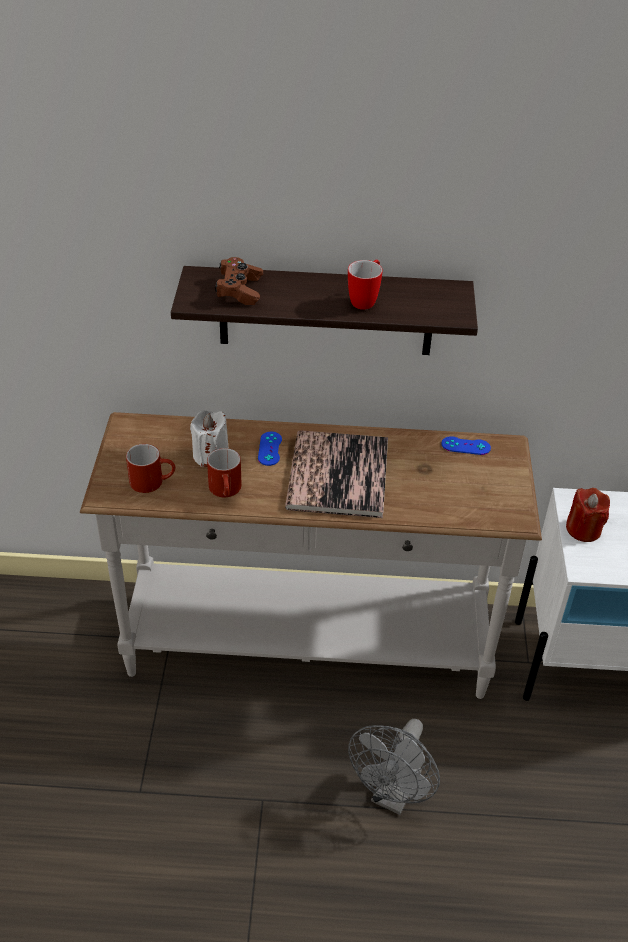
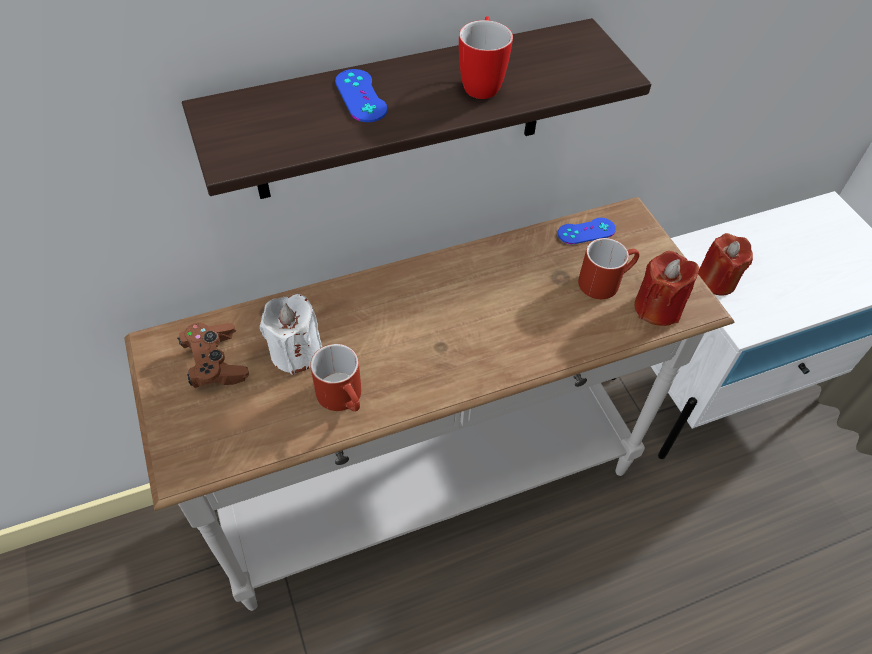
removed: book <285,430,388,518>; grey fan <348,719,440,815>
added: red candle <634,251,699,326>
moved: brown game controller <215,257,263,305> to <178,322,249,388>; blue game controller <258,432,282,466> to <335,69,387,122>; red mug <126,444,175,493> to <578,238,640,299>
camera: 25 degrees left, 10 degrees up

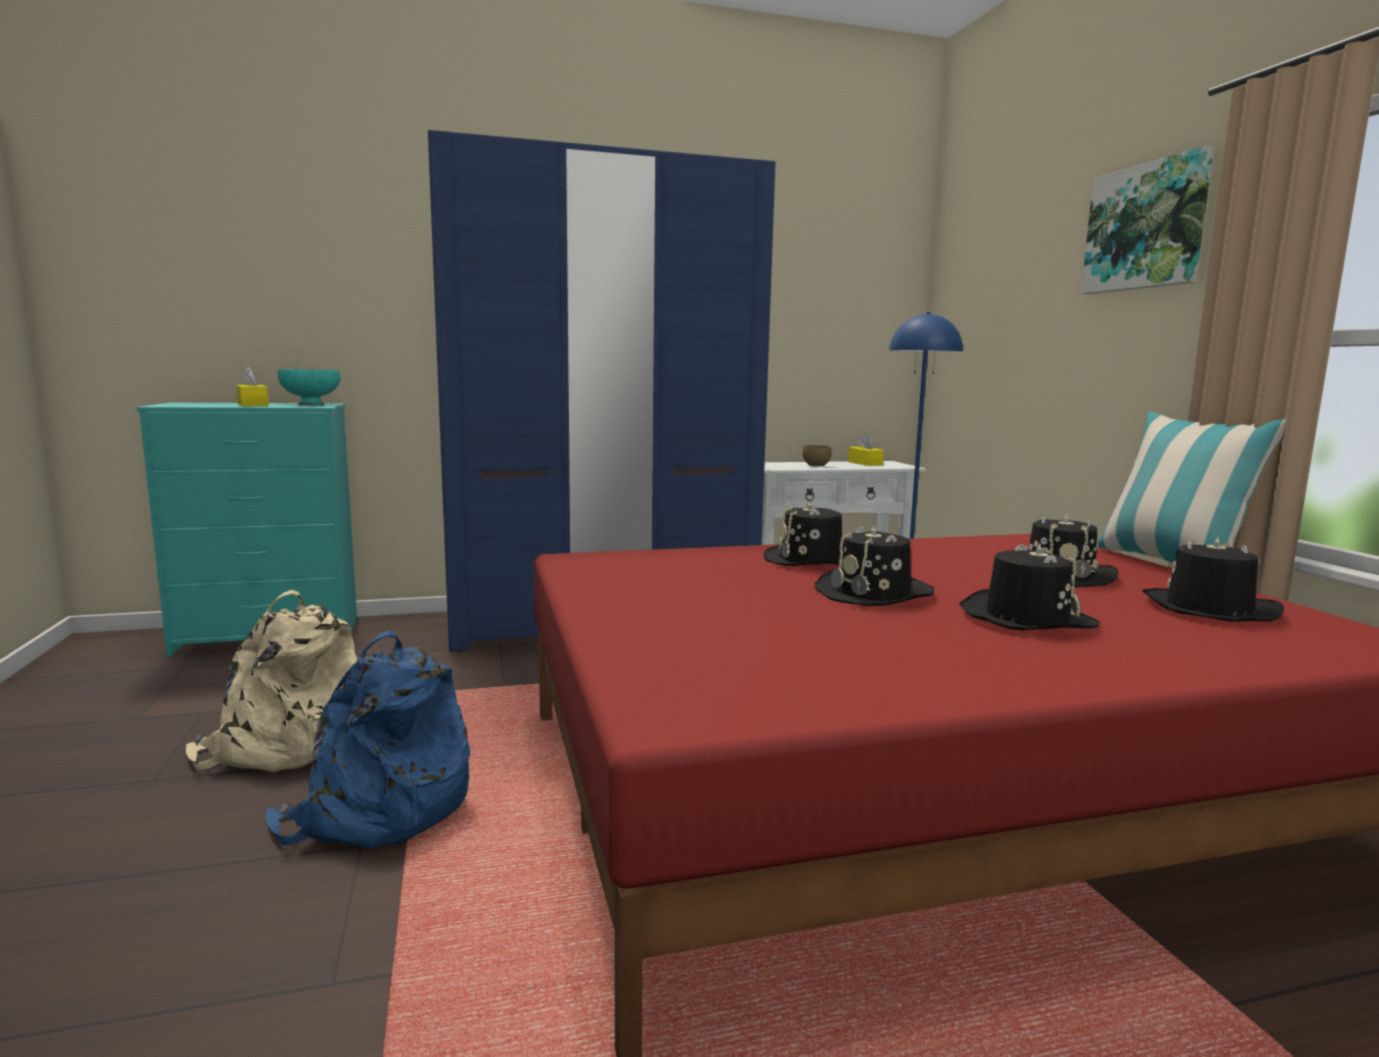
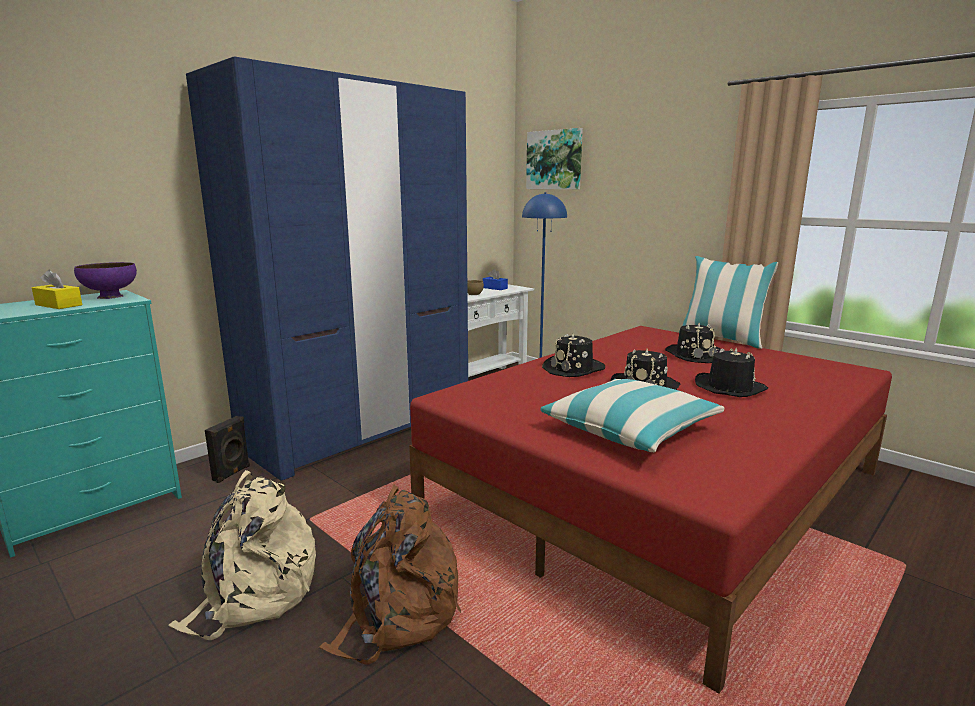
removed: black hat <1142,537,1284,622>
added: black speaker <205,416,250,483>; pillow <540,379,724,452>
moved: picture <1081,146,1214,294> to <526,128,583,189>
recoloured: turquoise bowl <278,369,340,405> to purple bowl <74,262,137,299>; blue backpack <264,630,470,849> to brown backpack <319,484,461,664>; yellow tissue box <848,434,884,466> to blue tissue box <483,269,508,290>
camera: 30 degrees left, 5 degrees up

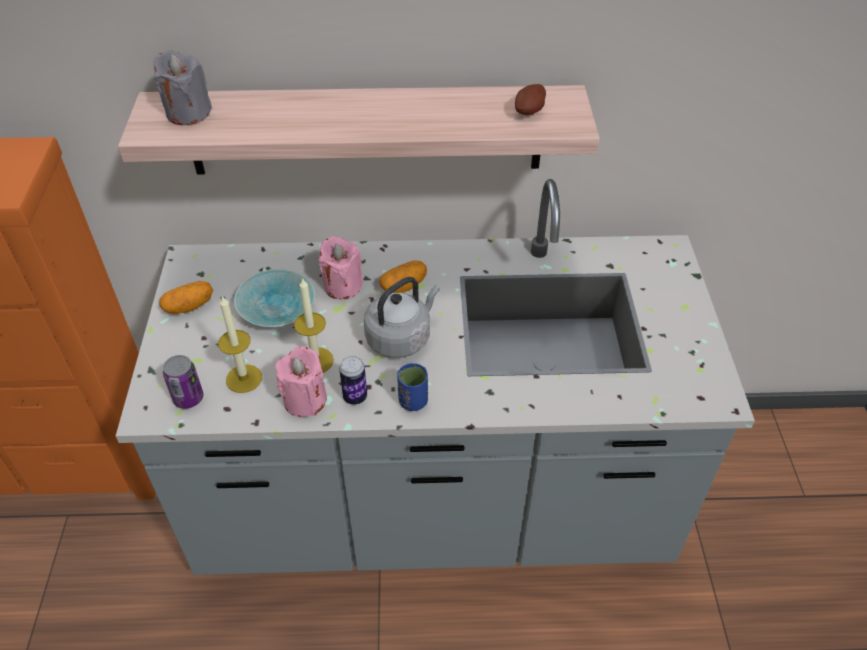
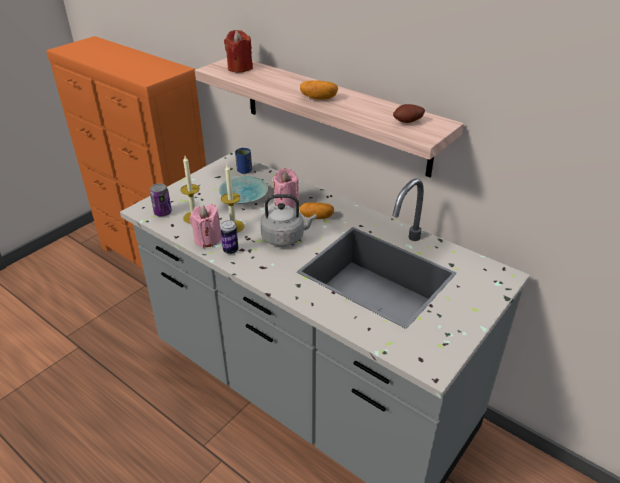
moved: blue cup <397,363,428,411> to <235,148,252,174>; potato <159,281,213,314> to <300,81,338,100>
recoloured: grey candle <154,50,212,125> to red candle <224,30,253,73>
camera: 40 degrees right, 10 degrees down

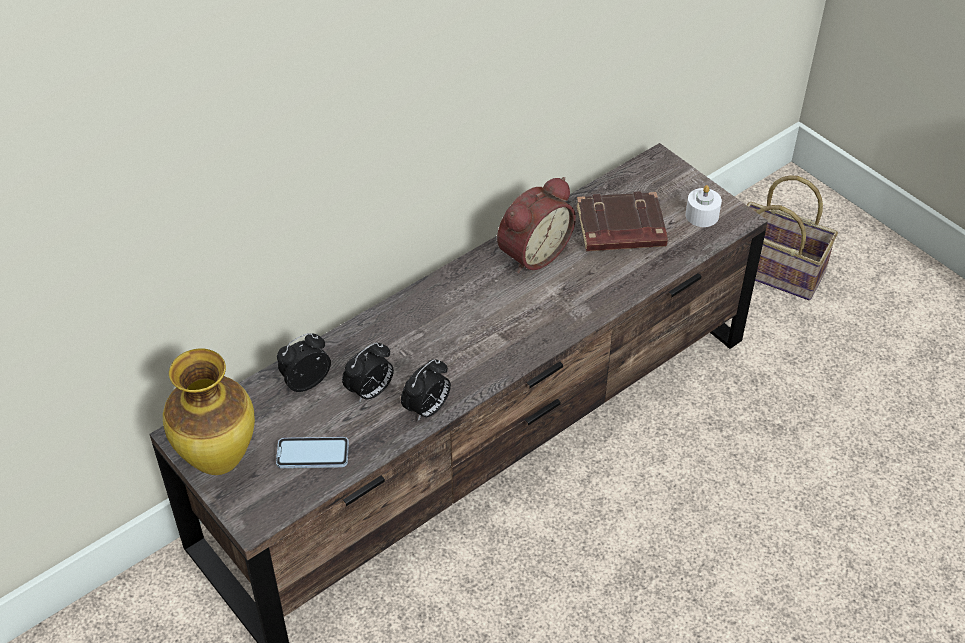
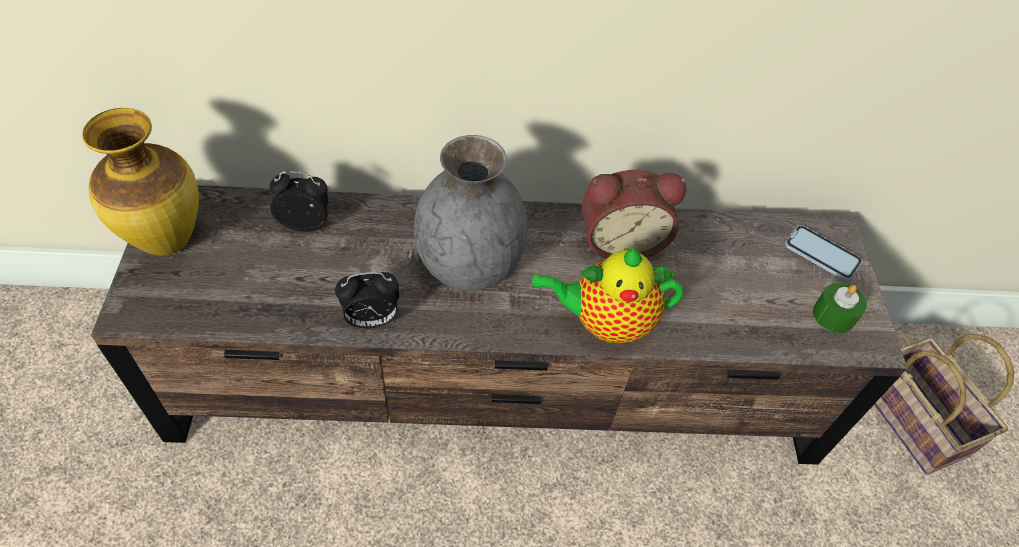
removed: alarm clock <342,343,394,403>; brown book <576,192,668,251>
added: grey vase <414,135,528,291>; teapot <532,248,684,343>
moved: phone <276,437,349,468> to <785,225,863,281>
recoloured: white candle <685,185,722,227> to green candle <813,282,867,333>
camera: 35 degrees right, 5 degrees up

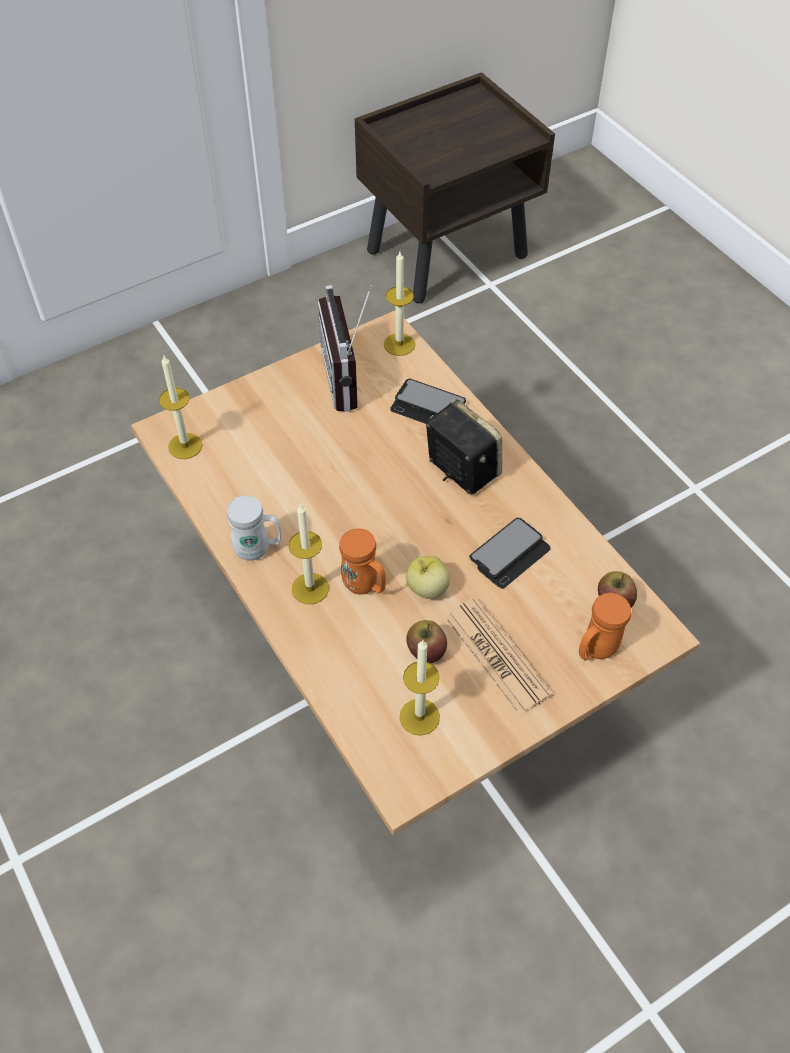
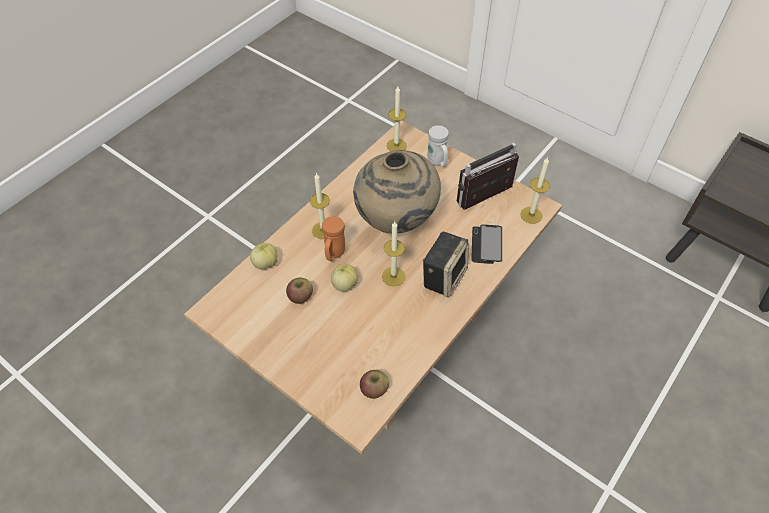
removed: newspaper <445,597,553,716>; phone <469,518,551,589>; orange mug <579,593,631,661>
added: apple <250,243,278,269>; beige vase <353,150,441,233>
moved: candle <399,640,440,736> to <382,221,405,286>; white mug <227,495,281,561> to <427,125,449,167>
camera: 70 degrees right, 0 degrees up

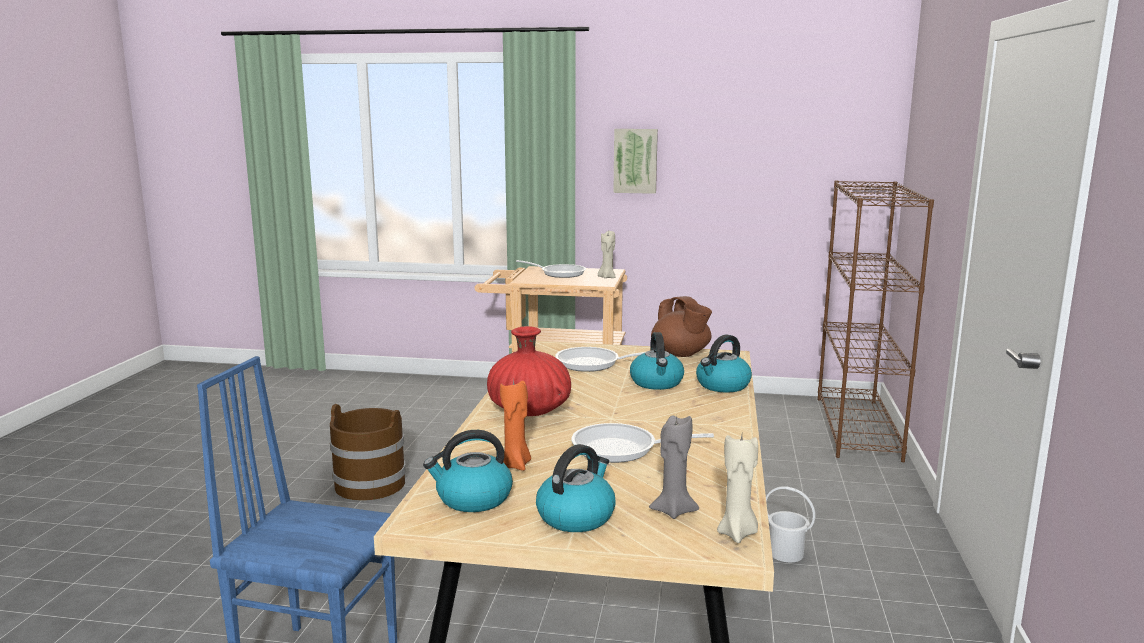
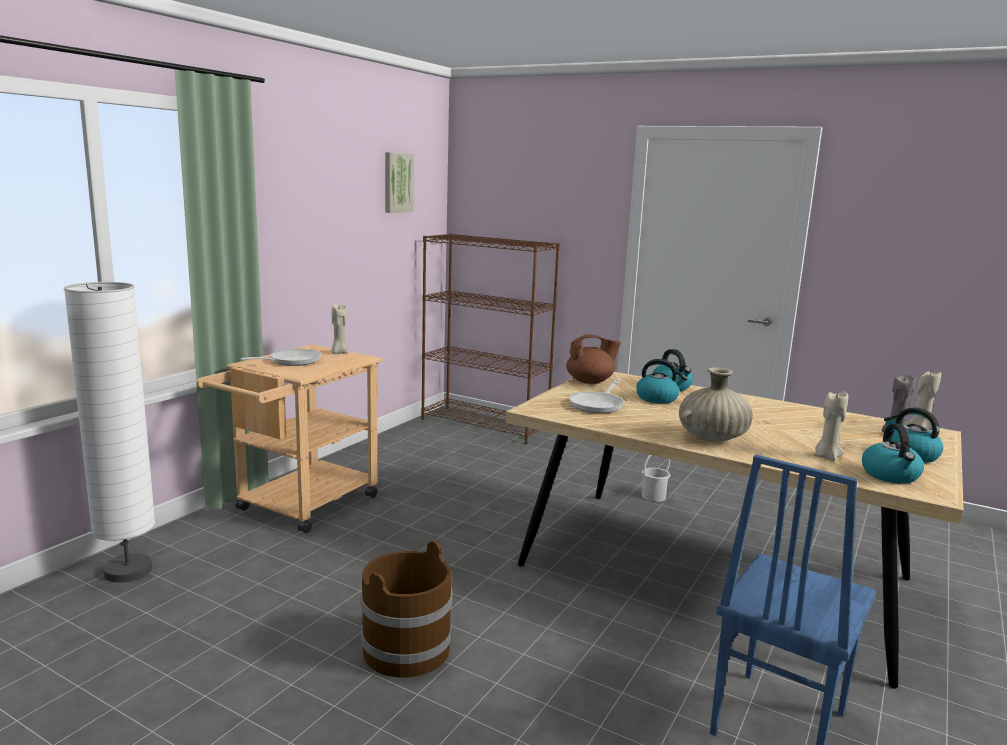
removed: frying pan <571,423,714,463>
added: white floor lamp <64,282,156,583>
moved: picture <613,129,658,194> to <385,152,414,213>
recoloured: red vase <487,326,571,416> to beige vase <679,367,753,442>; orange candle <500,377,531,471> to beige candle <813,392,848,461>
camera: 70 degrees left, 0 degrees up

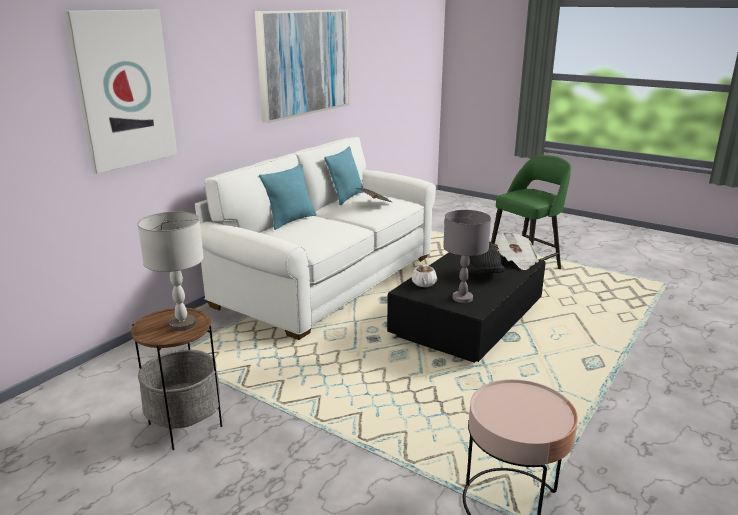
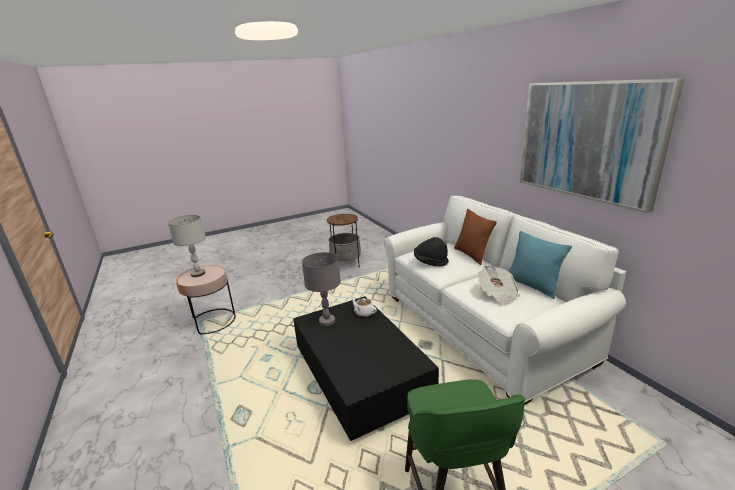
removed: picture <64,9,177,174>; newspaper <496,231,539,270>
moved: grey table lamp <137,211,204,331> to <168,215,206,277>; black hat <467,241,505,274> to <414,237,449,267>
recoloured: turquoise pillow <259,164,317,230> to brown pillow <454,209,497,265>
camera: 120 degrees right, 0 degrees up

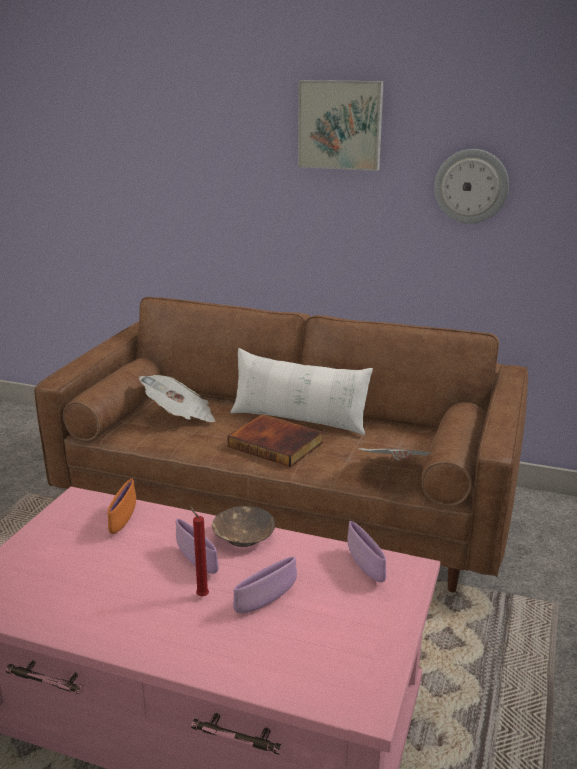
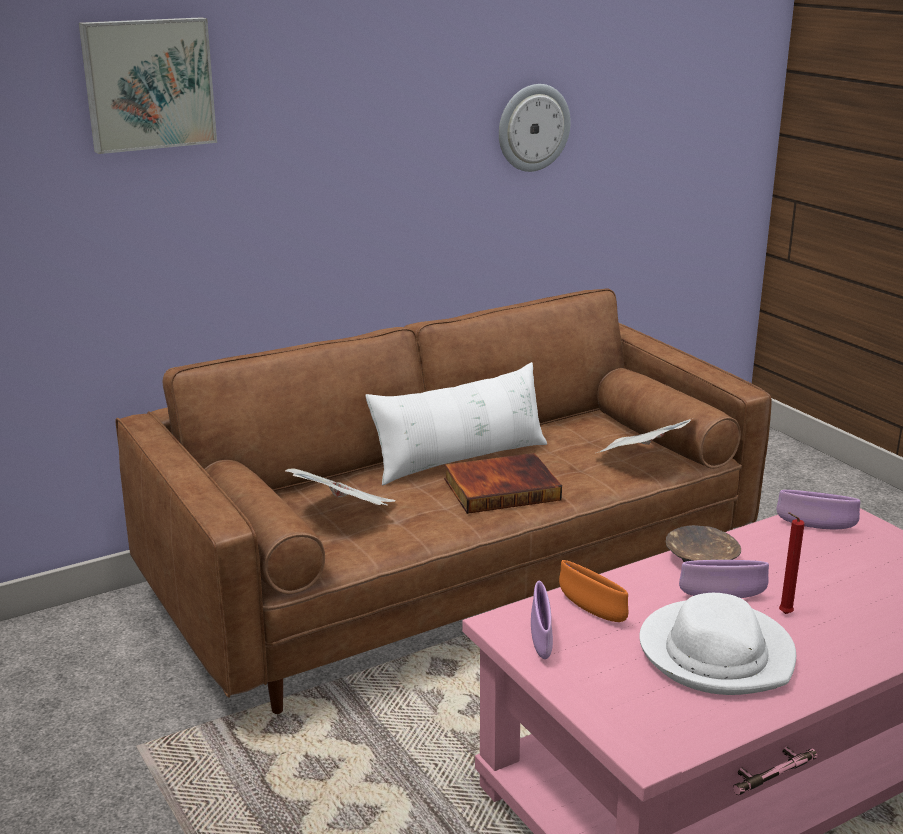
added: white hat <639,593,796,695>
moved: picture <298,80,384,171> to <79,17,217,154>; purple bowl <233,556,297,613> to <531,581,553,659>
camera: 50 degrees left, 0 degrees up

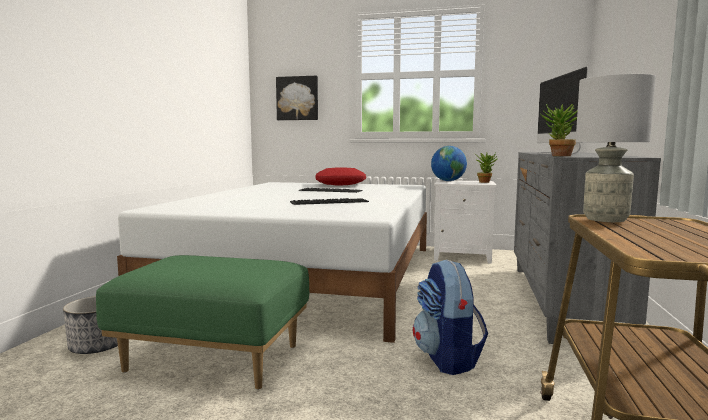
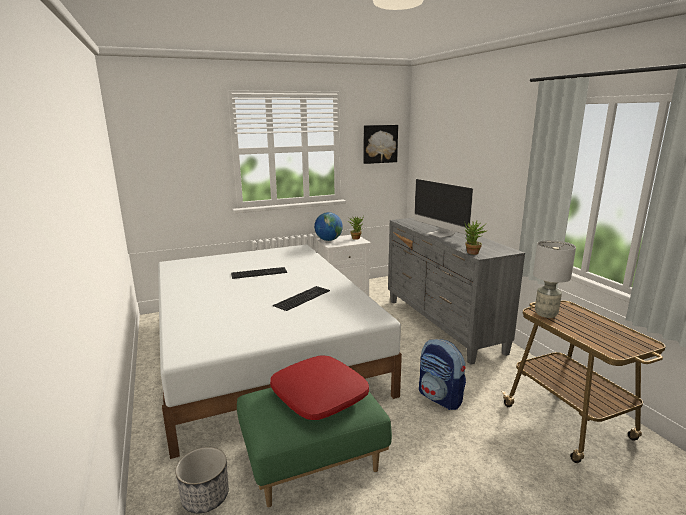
moved: red pillow <315,167,366,185> to <270,355,369,420>; picture <276,76,318,120> to <363,125,398,164>
camera: 35 degrees left, 10 degrees up

